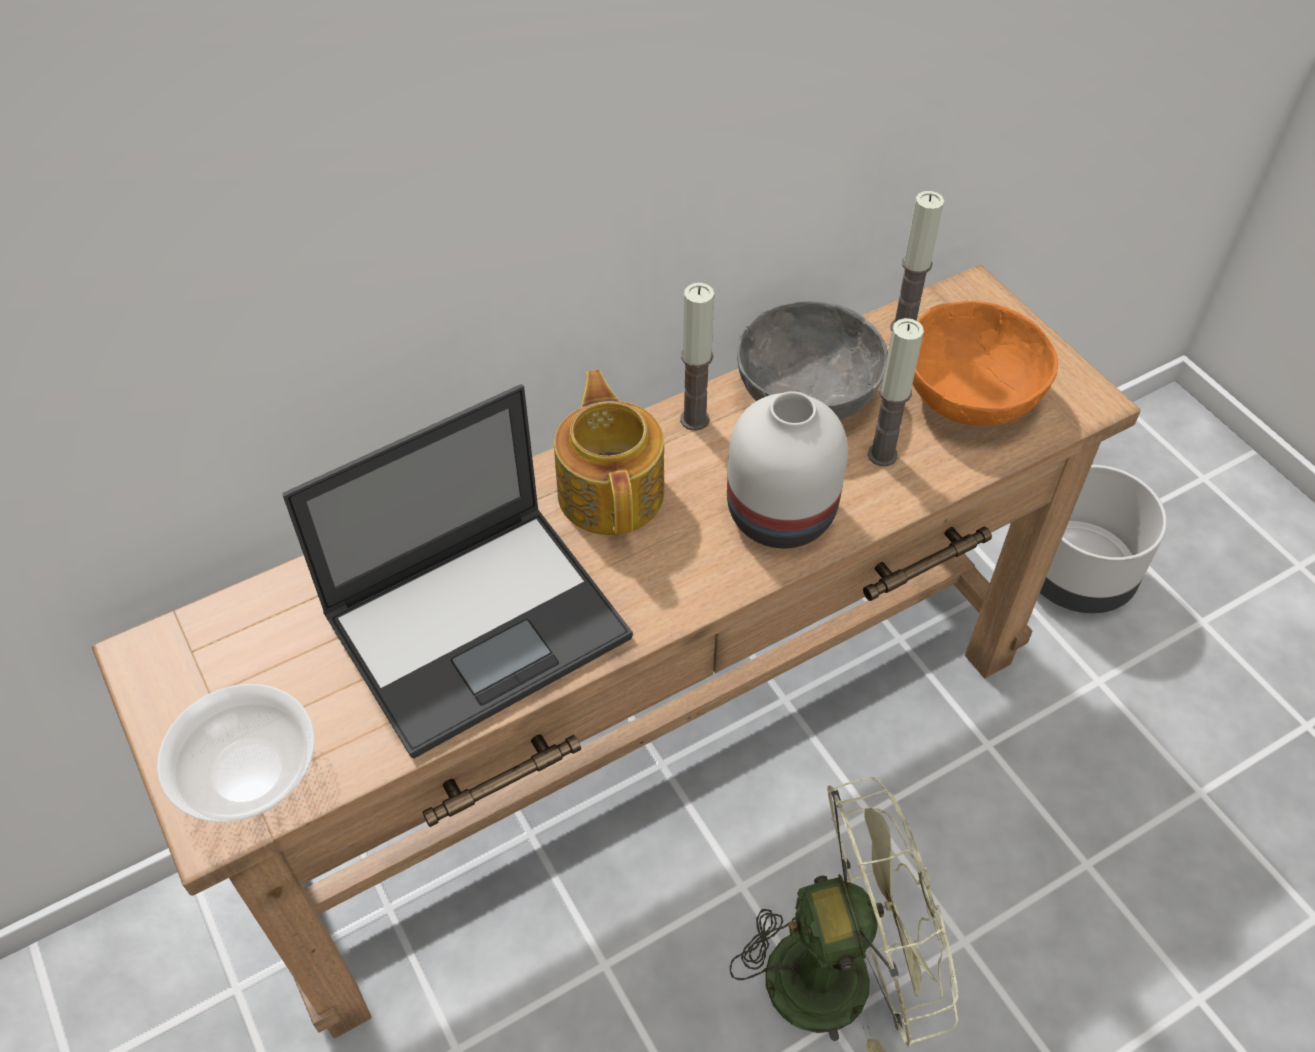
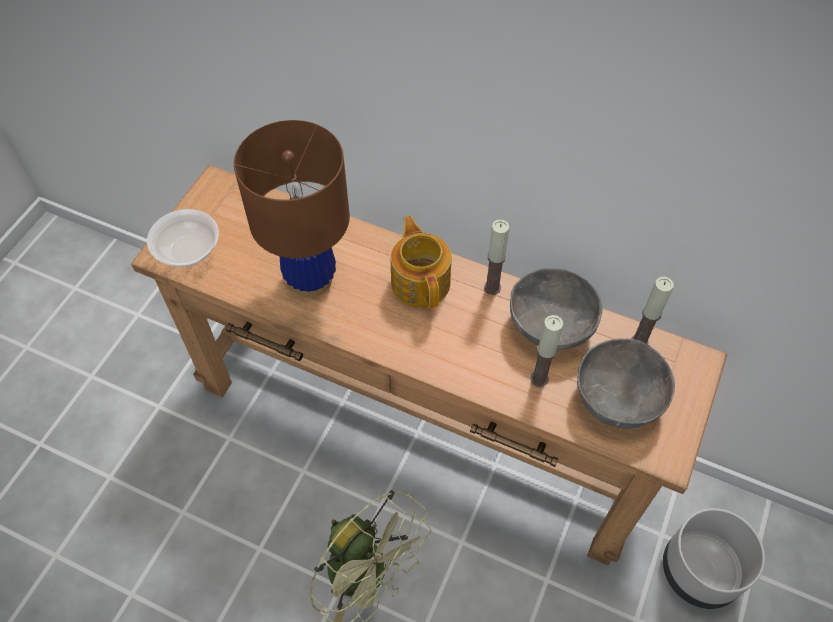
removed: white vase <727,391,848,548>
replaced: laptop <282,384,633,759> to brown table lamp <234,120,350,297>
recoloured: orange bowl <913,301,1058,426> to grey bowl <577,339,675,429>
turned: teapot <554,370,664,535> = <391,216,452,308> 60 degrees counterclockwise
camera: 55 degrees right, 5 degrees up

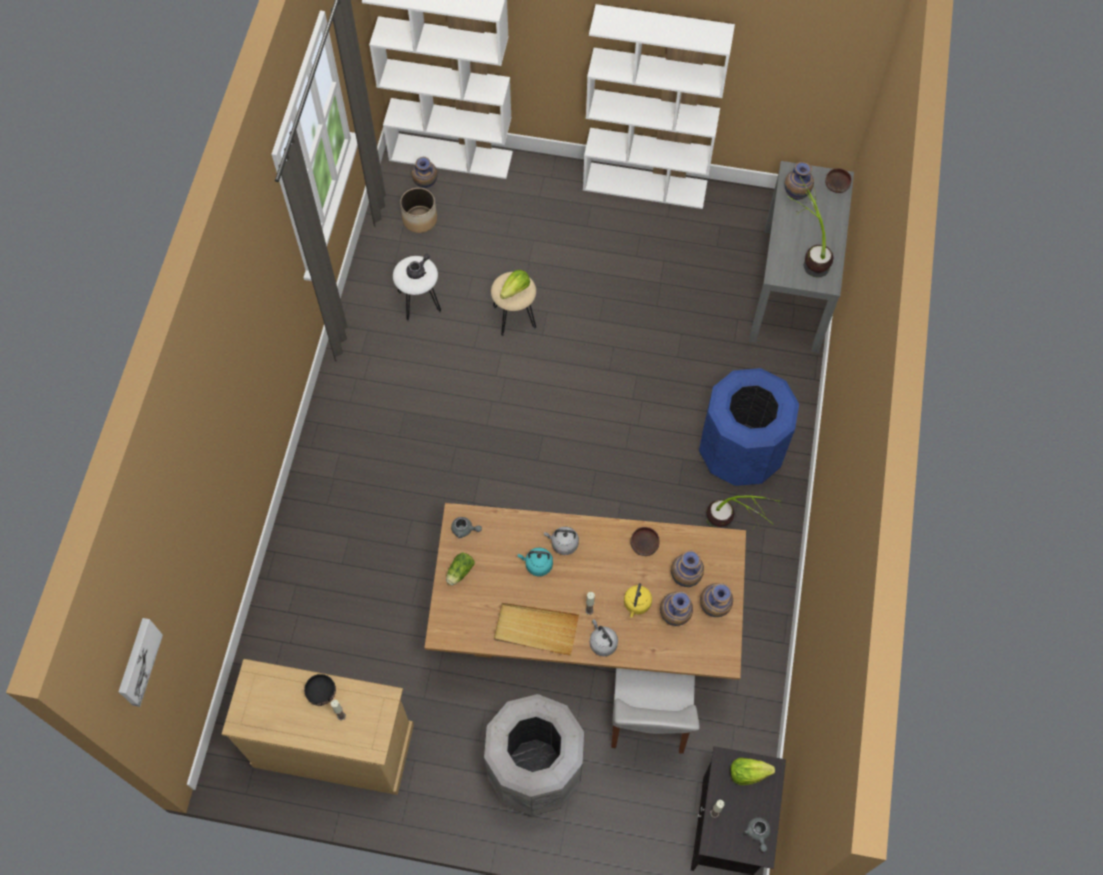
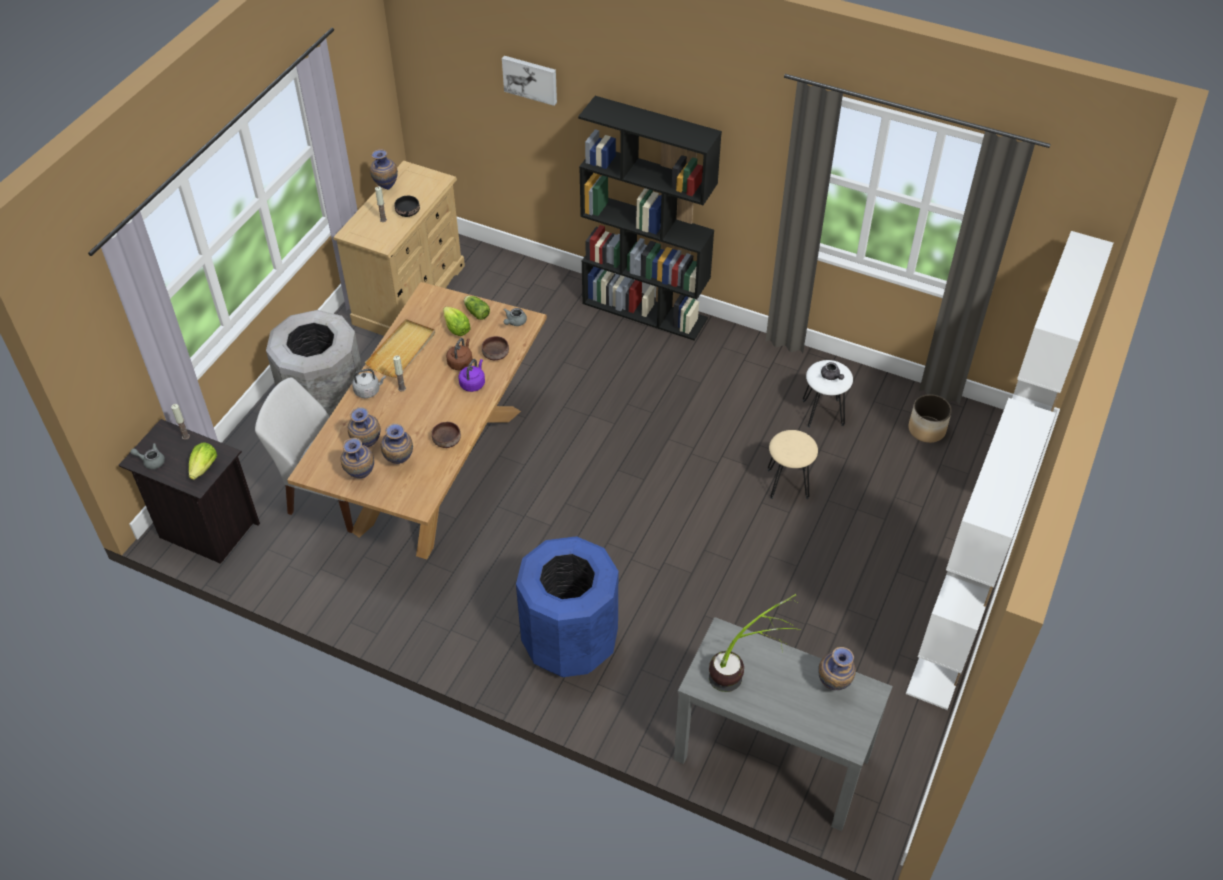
removed: yellow kettle <624,583,652,617>; potted plant <706,496,782,529>
added: black bookcase <578,96,722,341>
moved: vase <411,157,438,188> to <370,149,398,190>; lettuce <500,270,530,299> to <443,306,471,336>; brown bowl <825,168,852,193> to <482,336,509,360>; picture <118,618,163,707> to <502,56,557,106>
recoloured: turquoise kettle <518,548,553,576> to brown kettle <446,338,473,370>; grey kettle <544,527,579,555> to purple kettle <459,359,485,392>
camera: 105 degrees right, 15 degrees down

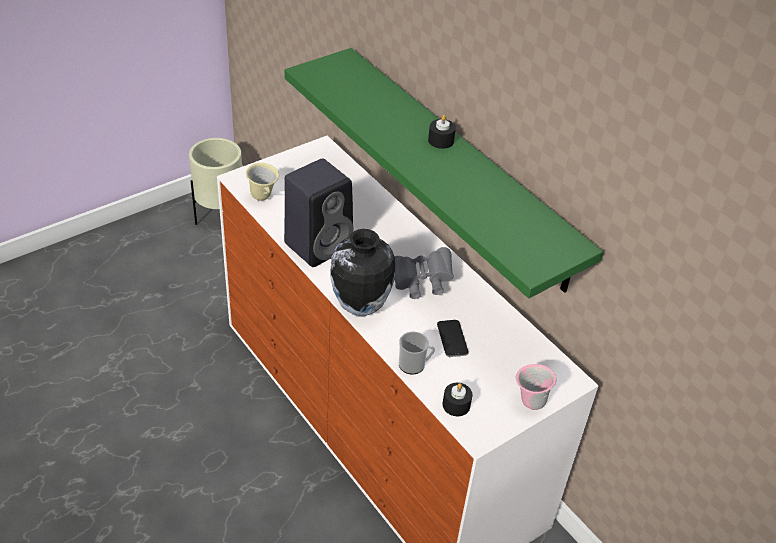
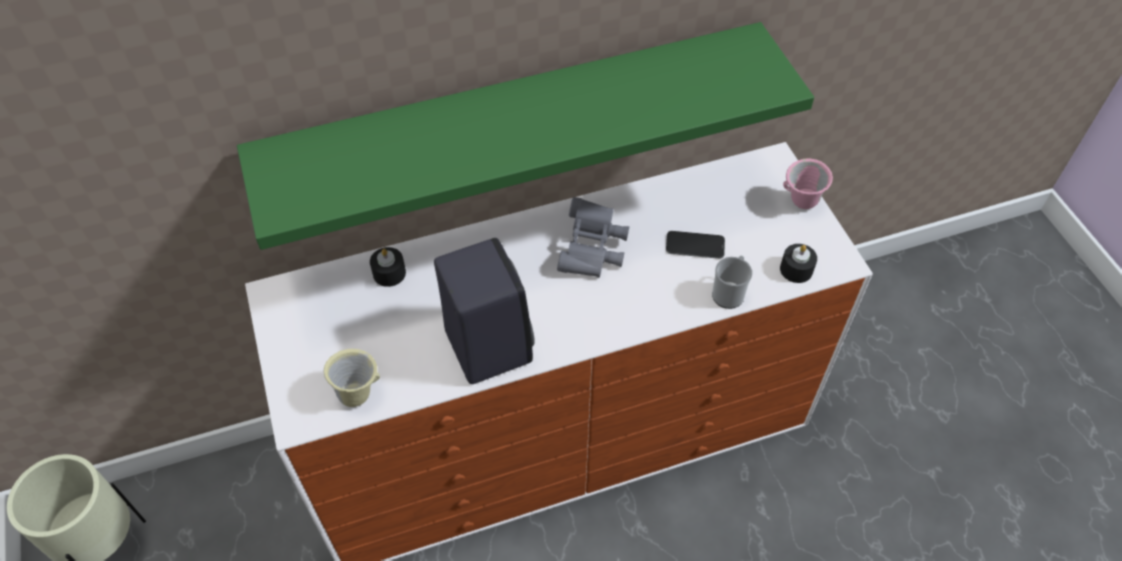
removed: vase <331,229,395,317>
moved: black candle <428,115,456,149> to <370,247,406,287>
camera: 70 degrees left, 10 degrees up

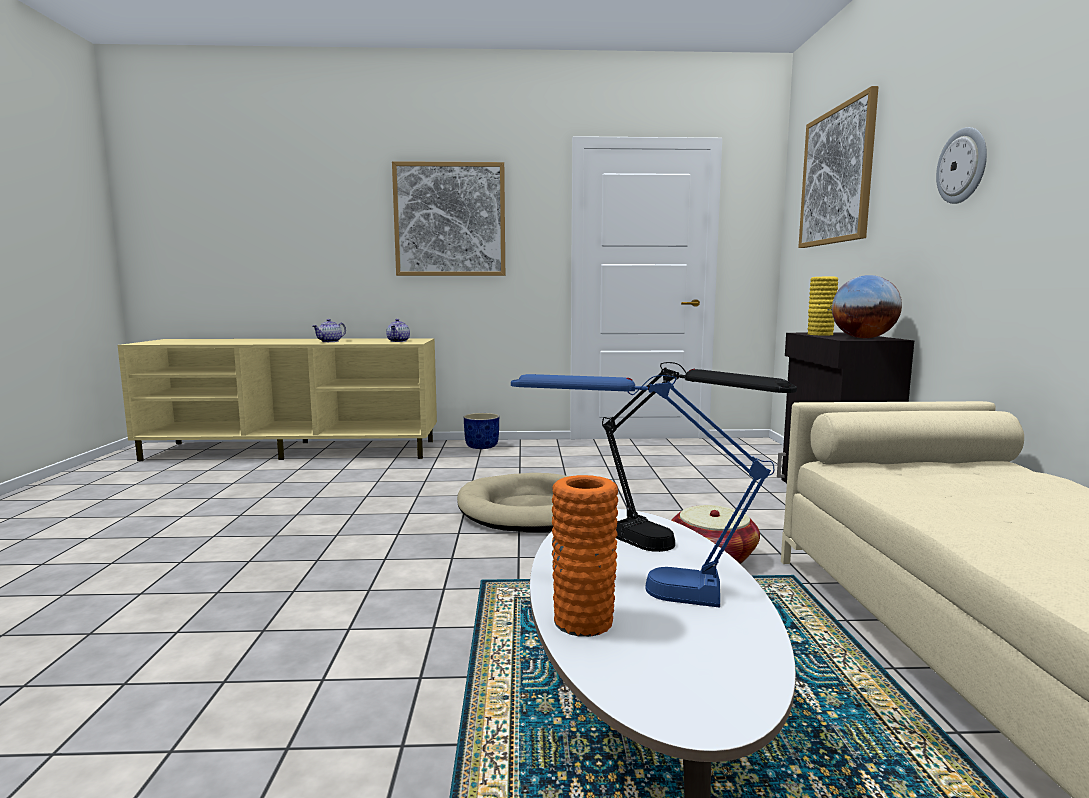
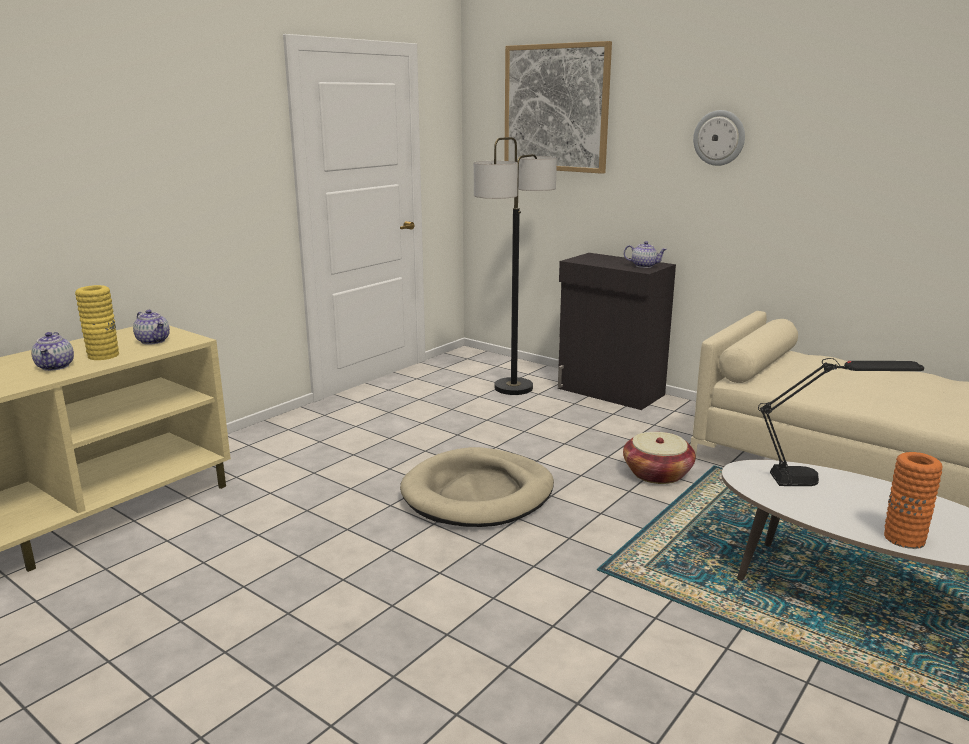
removed: picture <392,161,505,276>; blue planter <464,413,499,449>; blue table lamp <511,374,774,608>
added: floor lamp <474,137,557,395>
moved: yellow vase <808,277,838,335> to <75,285,119,360>
replaced: globe <832,275,902,338> to teapot <624,241,667,268>
camera: 50 degrees left, 10 degrees up

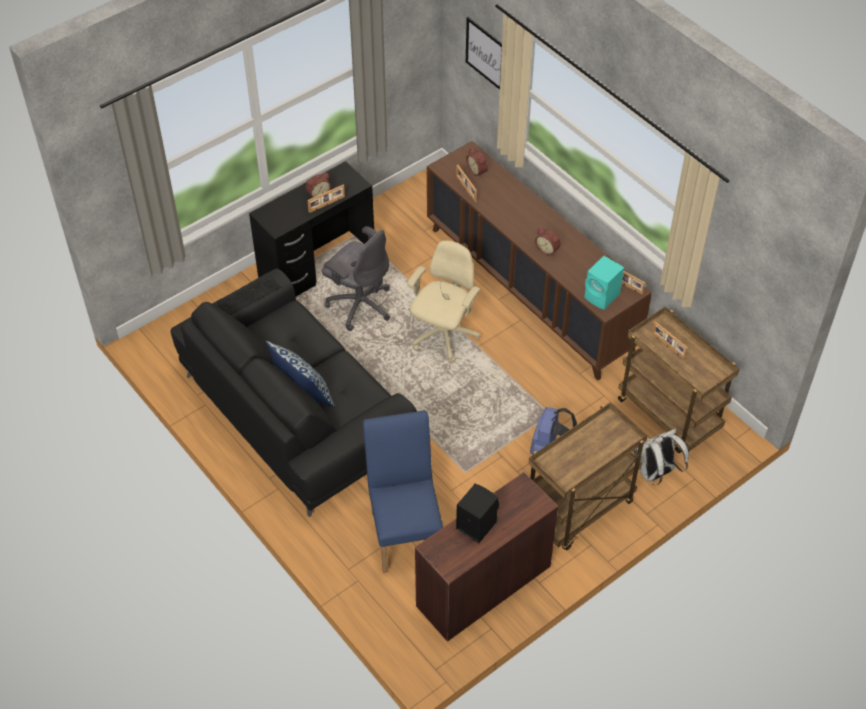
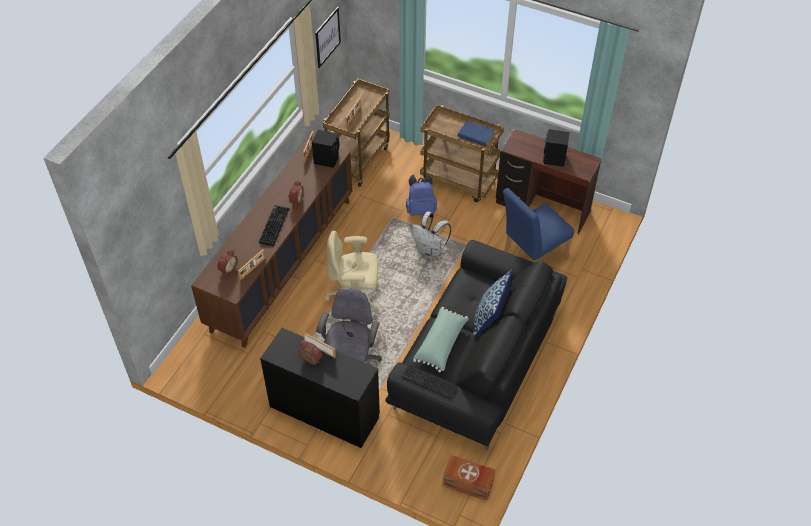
added: keyboard <259,205,289,246>; green pillow <413,307,469,372>; brown storage box <442,455,496,501>; blue book <458,120,495,146>
moved: picture <466,17,502,90> to <315,7,341,68>; white backpack <634,429,689,485> to <411,212,451,259>
recoloured: turquoise speaker <584,256,624,309> to black speaker <312,130,340,168>
camera: 115 degrees left, 0 degrees up

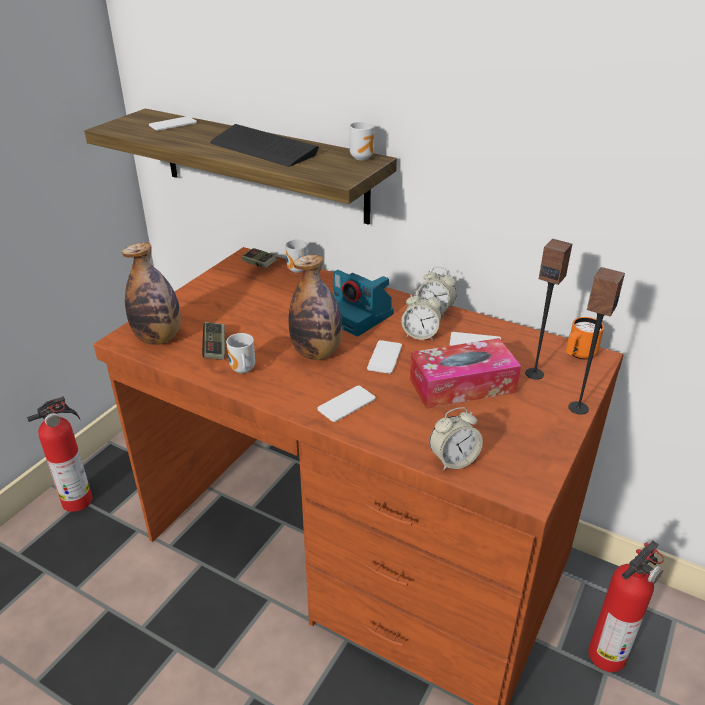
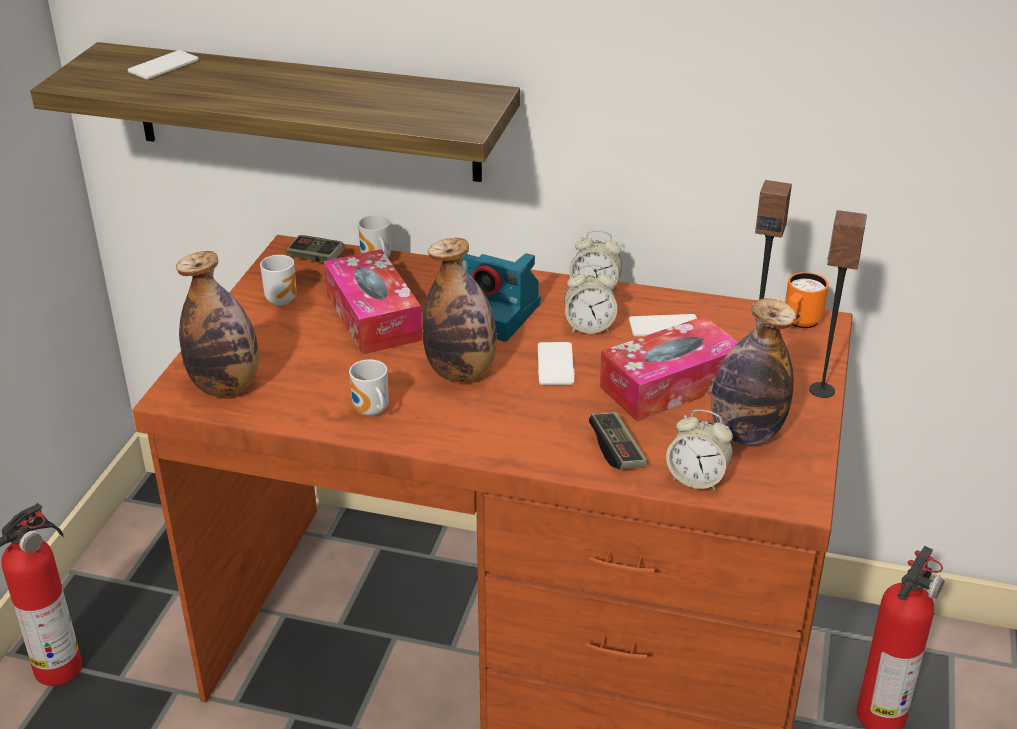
removed: keyboard <210,124,319,167>; phone <317,386,376,422>
added: tissue box <324,249,422,355>; bottle <711,298,796,445>
moved: mug <349,122,375,161> to <260,255,297,306>; game controller <202,322,225,360> to <589,412,648,470>
turned: alarm clock <429,407,483,471> = <666,410,733,491> 60 degrees clockwise
camera: 15 degrees left, 0 degrees up

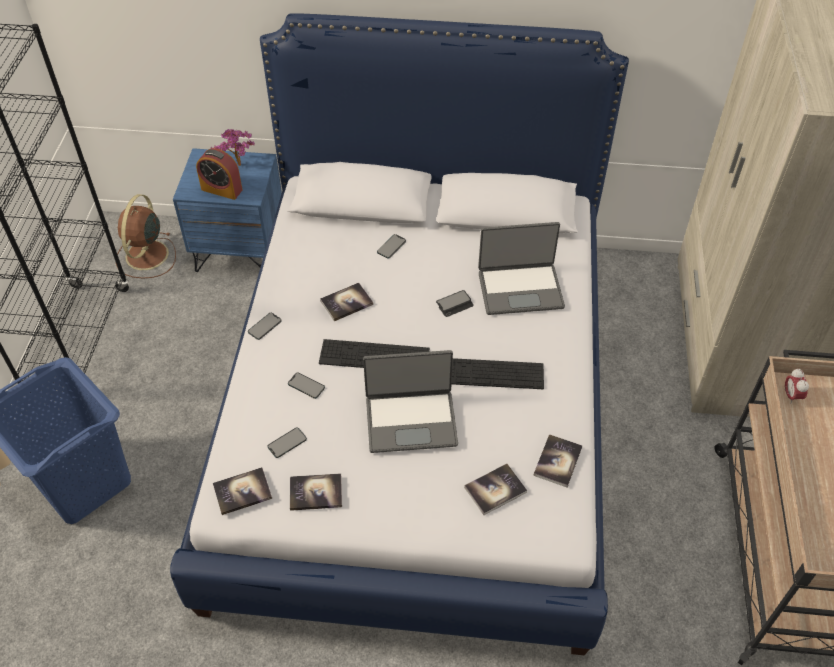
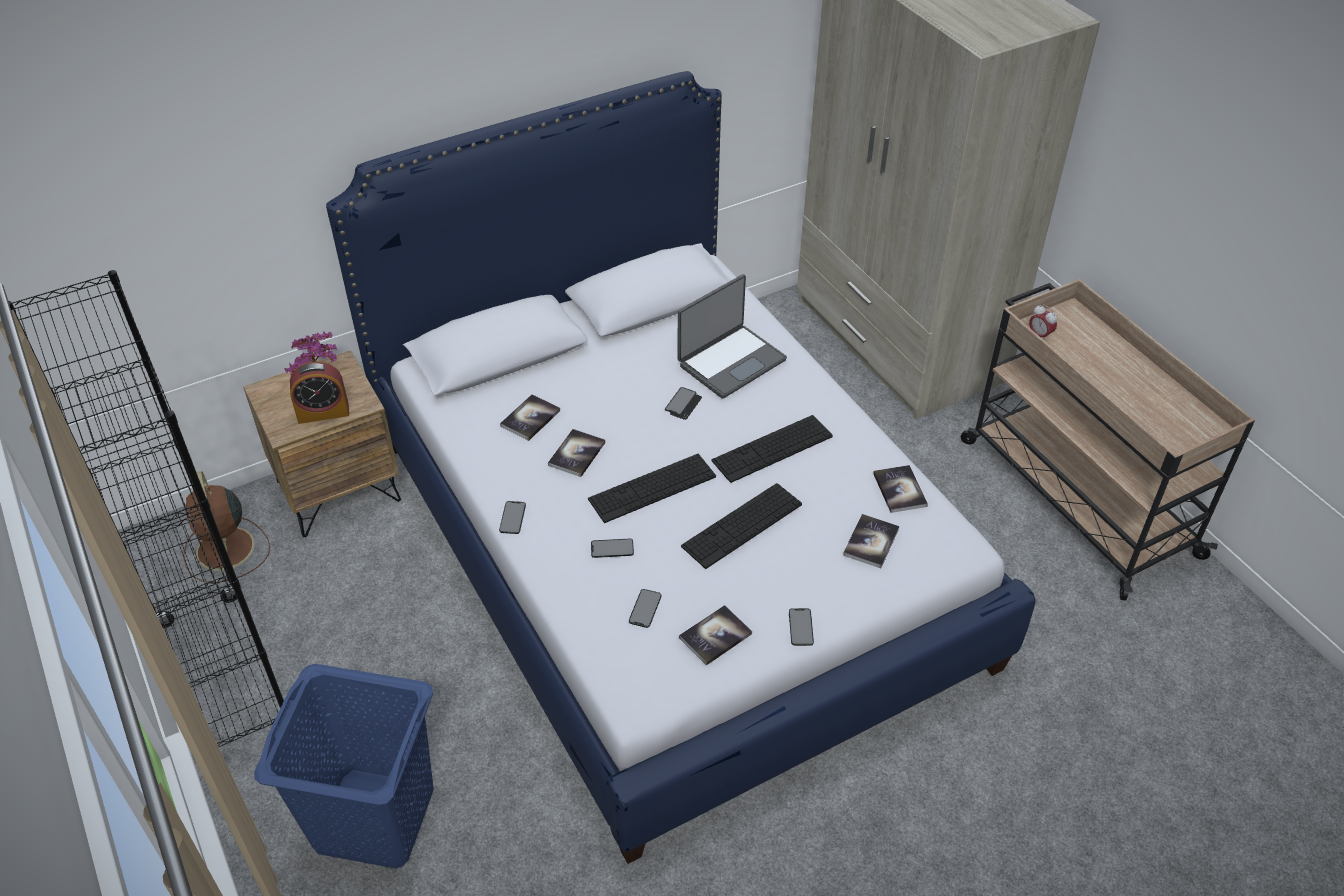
moved: book <213,467,272,515> to <500,394,560,441>; phone <377,234,406,258> to <789,608,814,646>
replaced: laptop <363,350,458,453> to keyboard <681,483,802,569>
recoloured: blue nightstand <173,148,282,272> to brown nightstand <243,351,401,537>
camera: 35 degrees left, 5 degrees down

